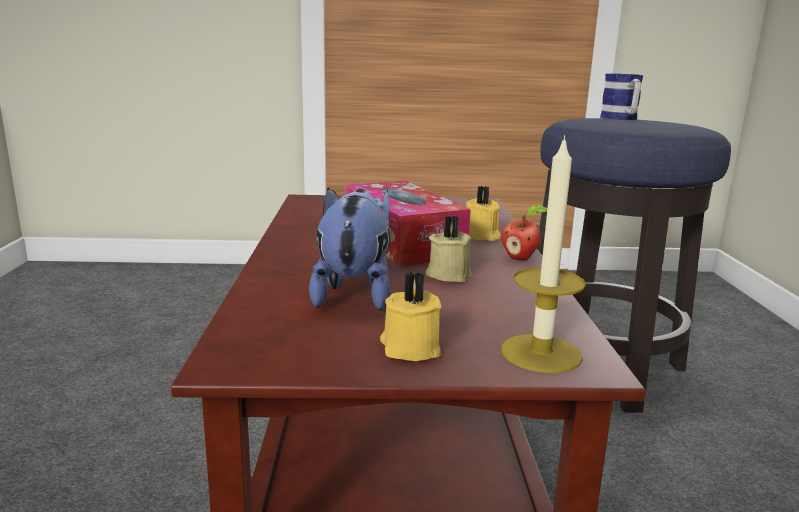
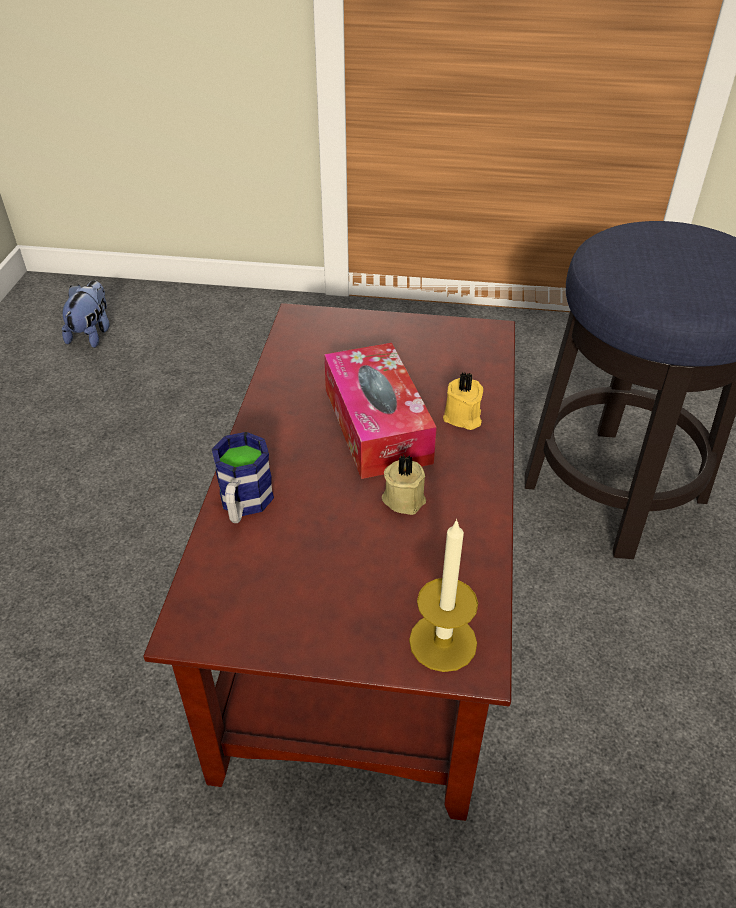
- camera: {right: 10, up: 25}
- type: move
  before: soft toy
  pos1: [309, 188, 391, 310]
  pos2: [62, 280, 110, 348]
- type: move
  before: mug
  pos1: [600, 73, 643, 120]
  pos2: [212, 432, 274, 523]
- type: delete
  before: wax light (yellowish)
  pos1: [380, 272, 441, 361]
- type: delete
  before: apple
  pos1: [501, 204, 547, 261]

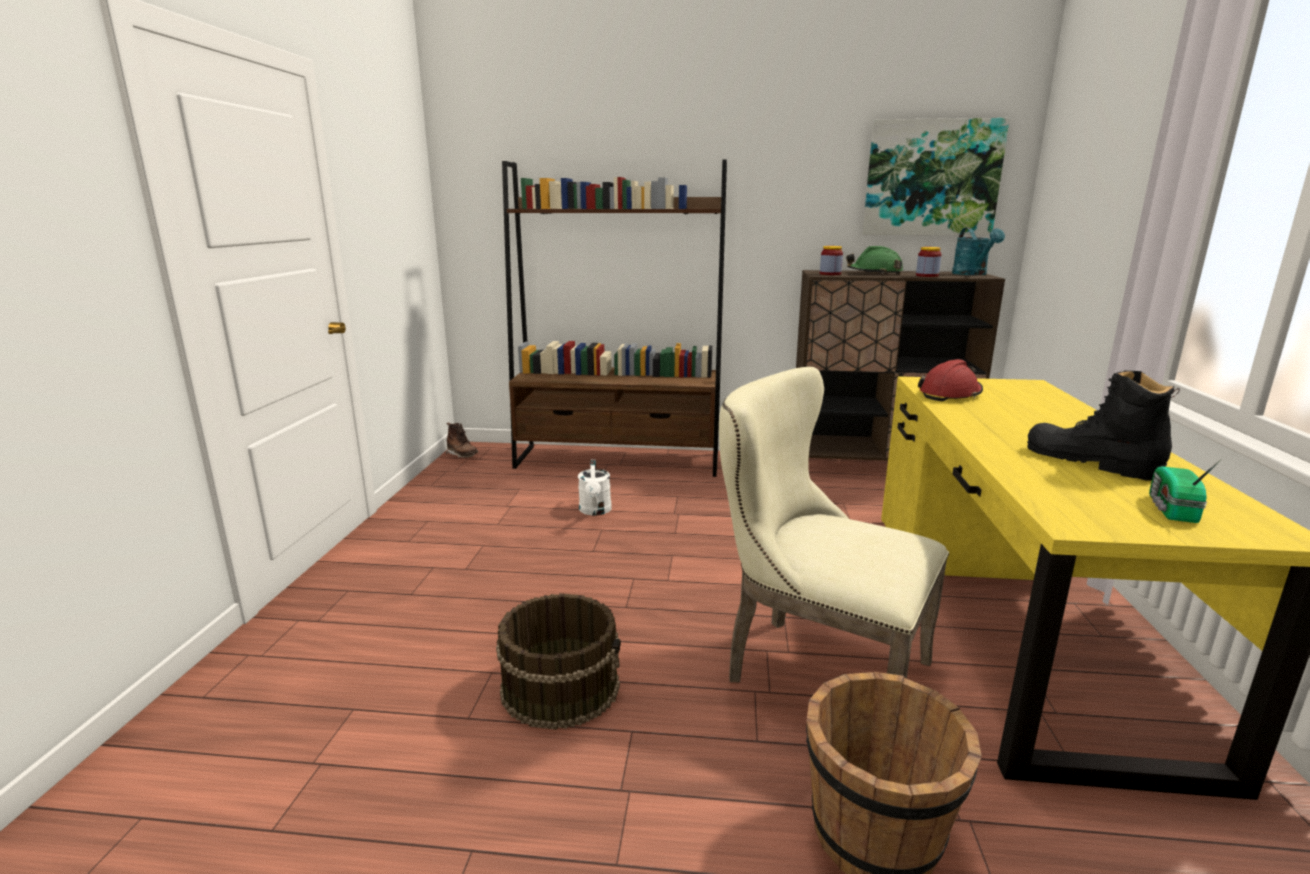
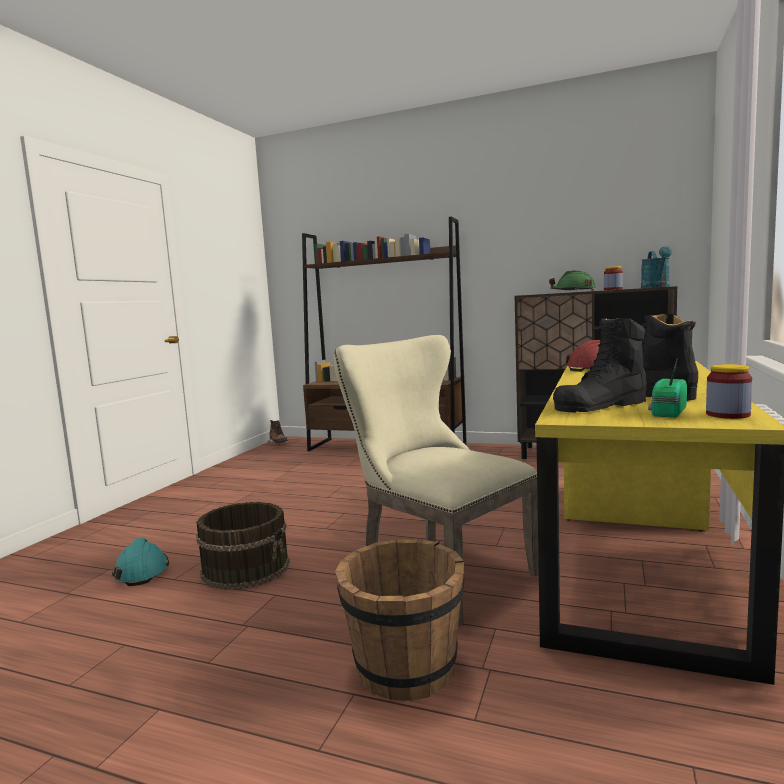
- camera: {right: 15, up: -10}
- type: insert
  after: safety helmet (turquoise-coloured)
  pos2: [112, 538, 169, 586]
- type: insert
  after: high-top boot (blackish)
  pos2: [553, 318, 647, 413]
- type: move
  before: preserve jar
  pos1: [820, 246, 843, 275]
  pos2: [706, 364, 752, 419]
- type: delete
  before: watering can (white)
  pos1: [578, 460, 612, 516]
- type: delete
  before: wall art
  pos1: [863, 118, 1010, 235]

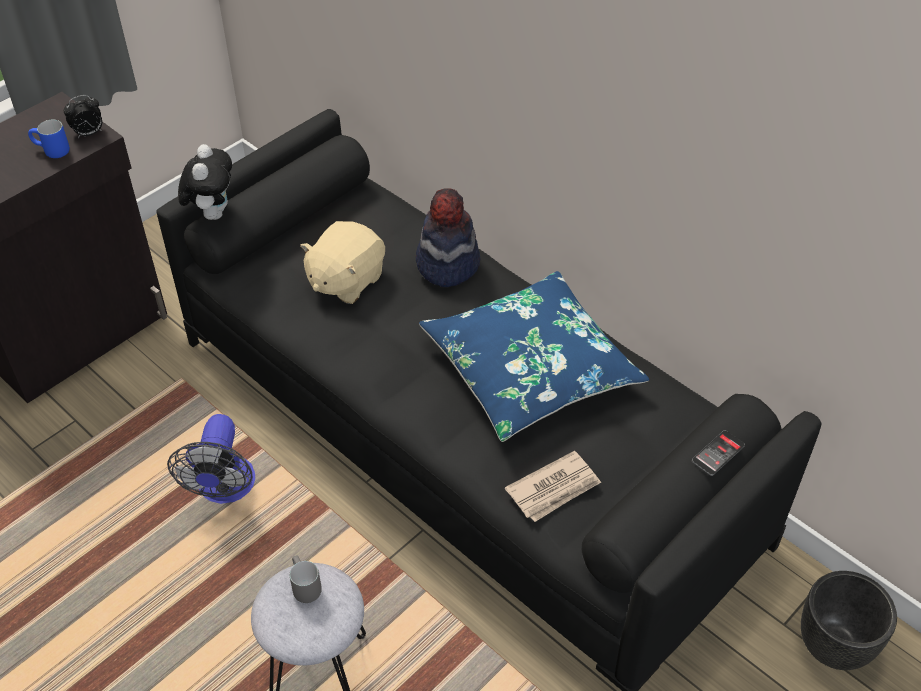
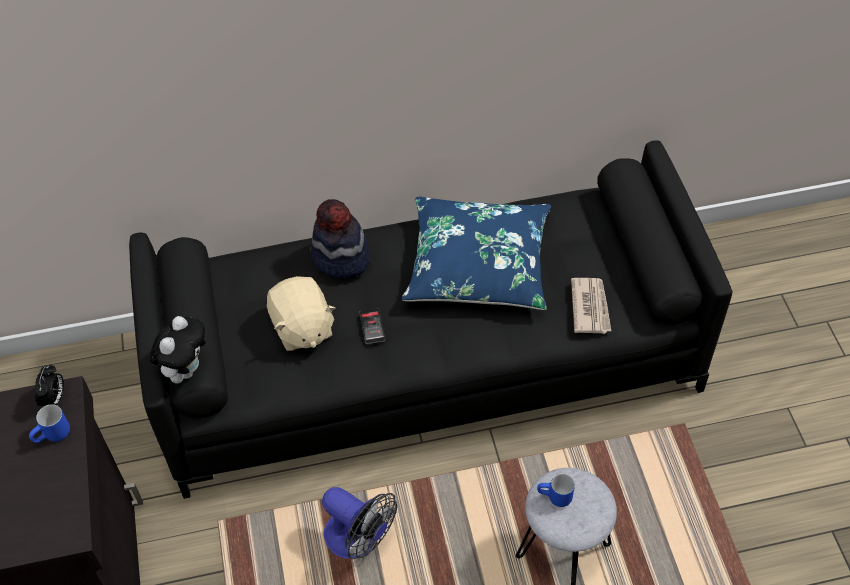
- camera: {right: -55, up: 5}
- type: rotate
  before: soft toy
  pos1: [178, 144, 232, 220]
  pos2: [150, 316, 205, 384]
  turn: 75
- type: move
  before: telephone
  pos1: [692, 430, 745, 476]
  pos2: [360, 308, 385, 344]
- type: recolor
  before: mug (grey)
  after: mug (blue)
  pos1: [290, 555, 322, 603]
  pos2: [537, 474, 575, 507]
- type: delete
  before: planter (blackish)
  pos1: [801, 571, 897, 670]

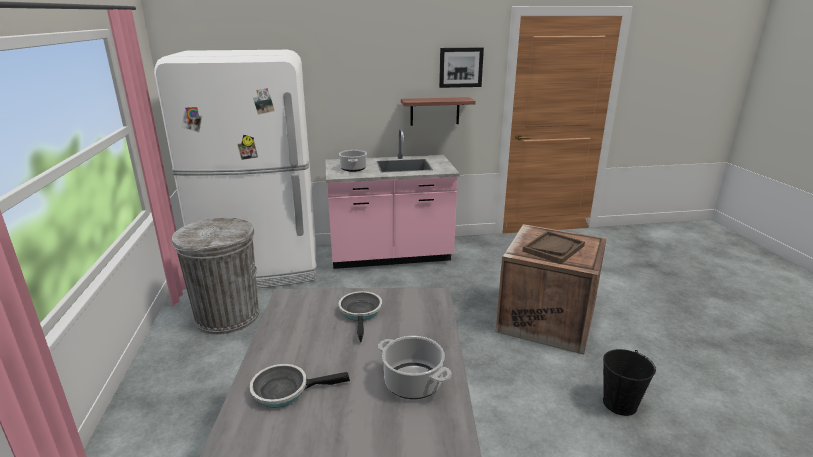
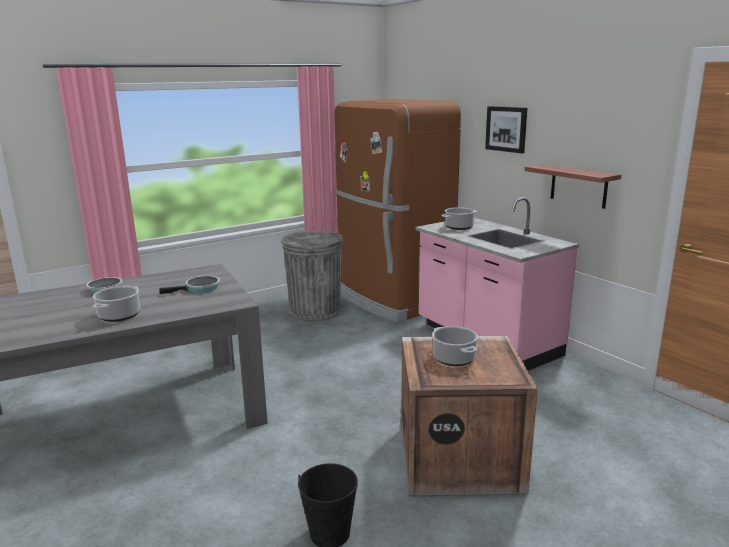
- camera: {right: 65, up: -5}
- type: recolor
  before: kitchen fridge (white)
  after: kitchen fridge (brownish)
  pos1: [154, 50, 317, 288]
  pos2: [334, 99, 461, 322]
- type: replace
  before: serving tray (brownish)
  after: saucepot
  pos1: [522, 231, 585, 264]
  pos2: [432, 326, 478, 366]
- type: move
  before: wall art
  pos1: [439, 47, 484, 88]
  pos2: [485, 106, 527, 154]

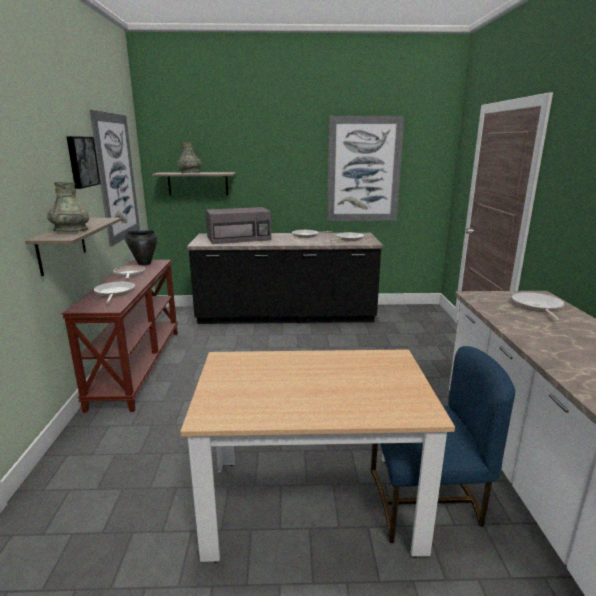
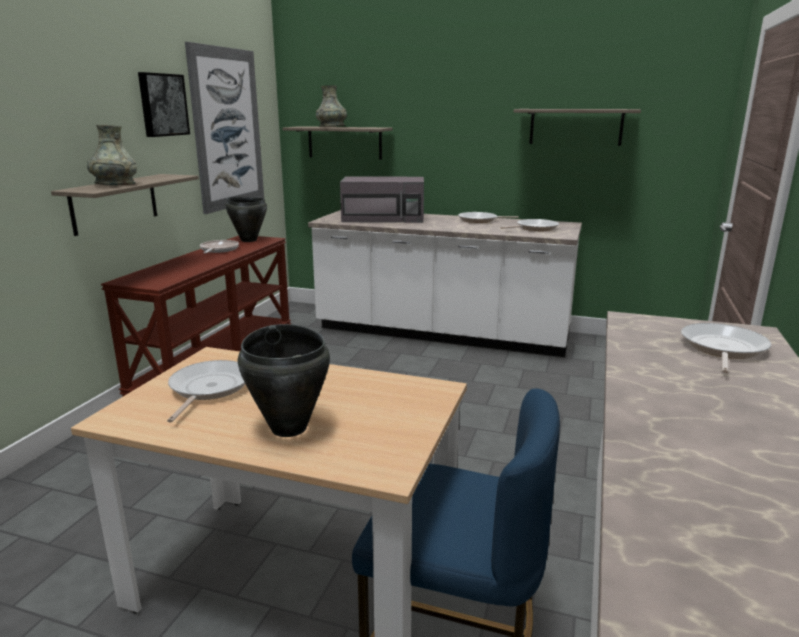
- camera: {right: 20, up: 0}
- type: move
  before: skillet
  pos1: [94, 281, 135, 303]
  pos2: [167, 360, 245, 423]
- type: insert
  after: saucepot (blackish)
  pos2: [238, 324, 330, 437]
- type: recolor
  before: kitchen base unit (blackish)
  after: kitchen base unit (white)
  pos1: [187, 233, 383, 324]
  pos2: [308, 210, 582, 357]
- type: replace
  before: wall art
  after: shelf
  pos1: [327, 116, 405, 221]
  pos2: [514, 109, 641, 146]

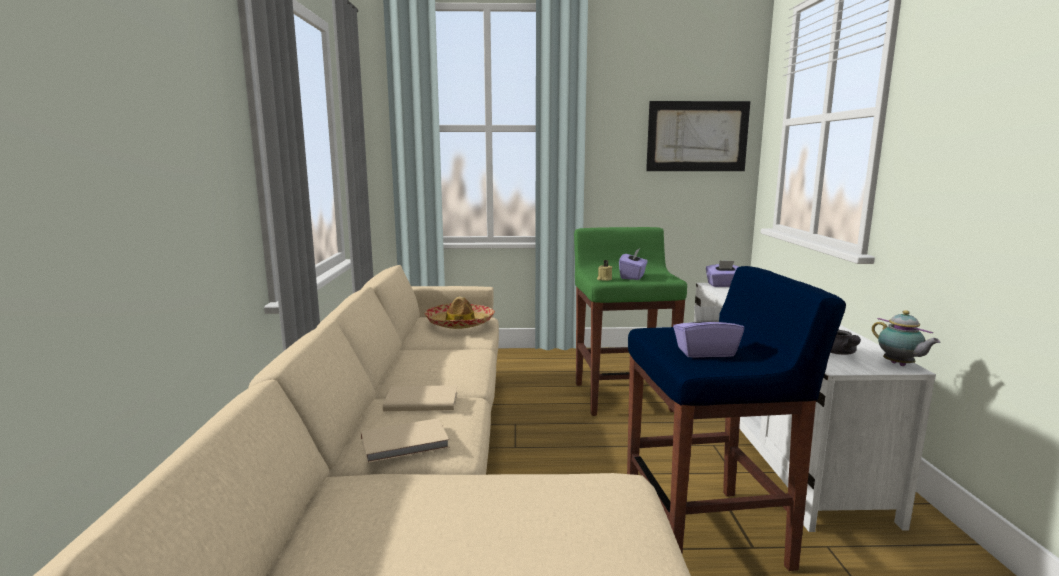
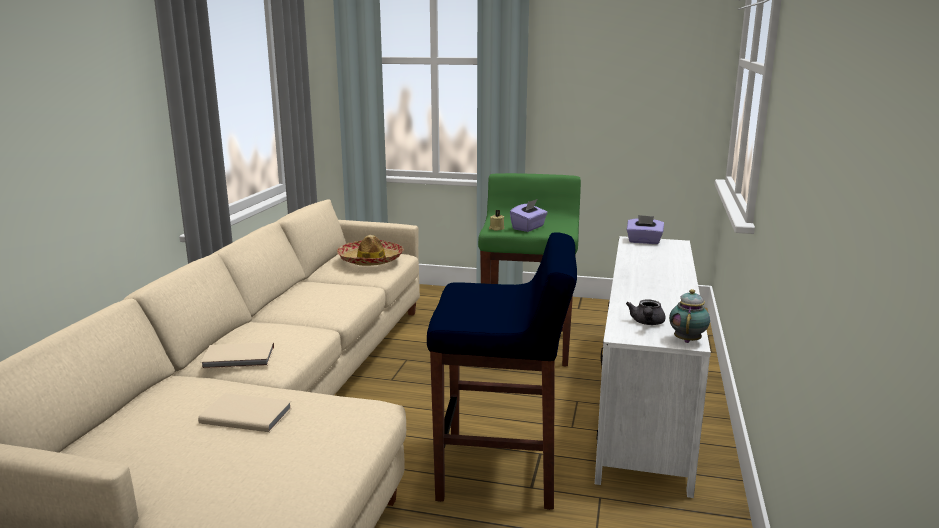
- camera: {right: 15, up: 5}
- type: move
  before: book (beige-coloured)
  pos1: [383, 385, 458, 411]
  pos2: [198, 393, 292, 432]
- type: rotate
  before: pot for tea
  pos1: [872, 310, 940, 366]
  pos2: [669, 289, 710, 343]
  turn: -150
- type: delete
  before: wall art
  pos1: [646, 101, 750, 171]
- type: delete
  before: box of tissues (purplish)
  pos1: [673, 306, 744, 358]

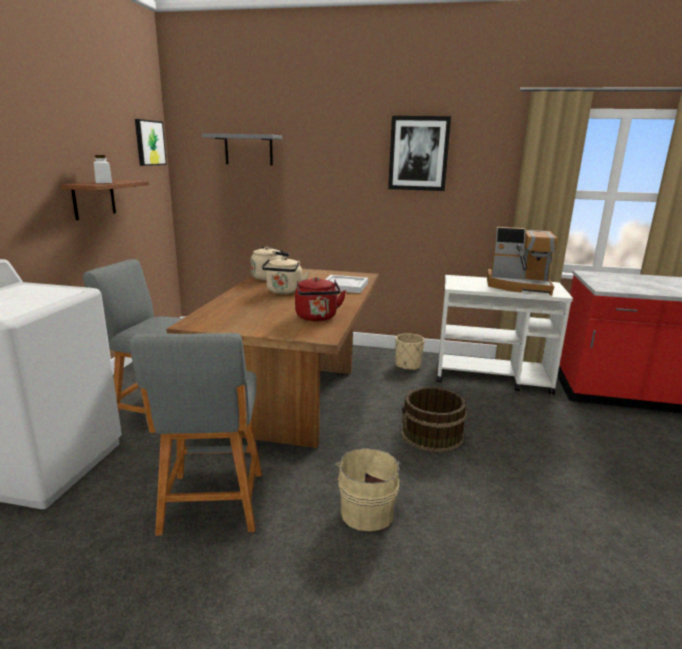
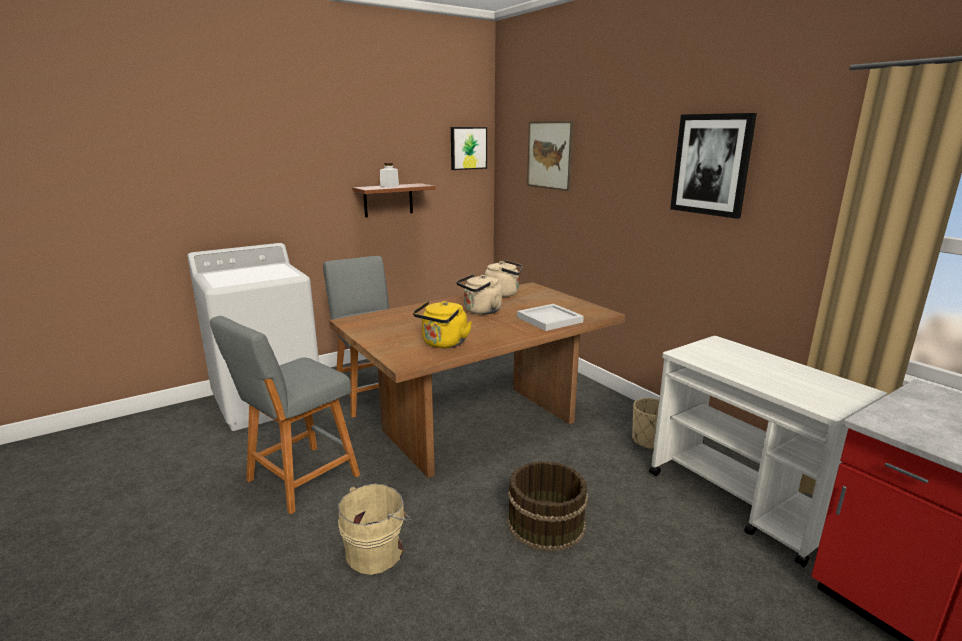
- camera: {right: 45, up: 0}
- type: recolor
  before: kettle (red)
  after: kettle (yellowish)
  pos1: [295, 277, 346, 321]
  pos2: [413, 301, 472, 348]
- type: replace
  before: shelf (grey)
  after: wall art
  pos1: [202, 133, 282, 165]
  pos2: [527, 121, 573, 191]
- type: delete
  before: coffee maker
  pos1: [487, 227, 557, 296]

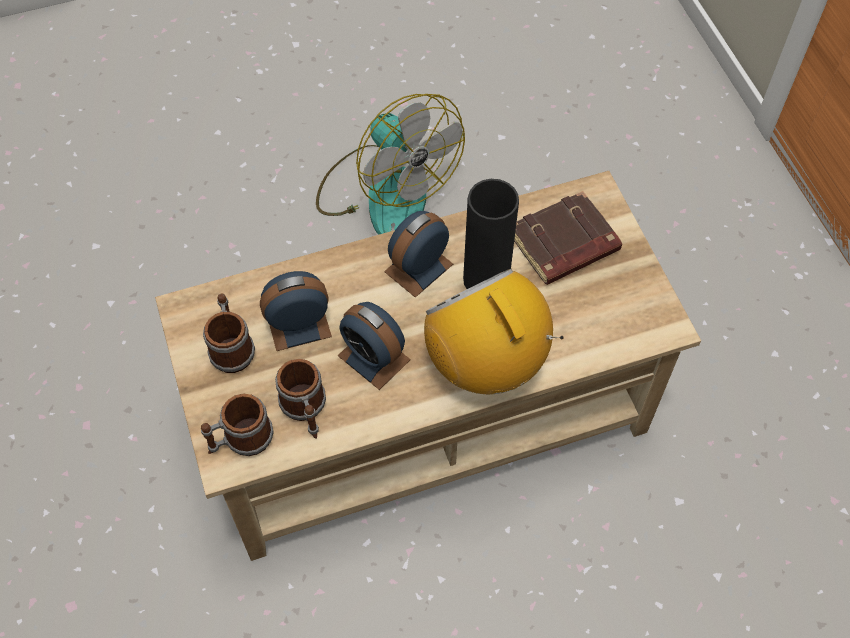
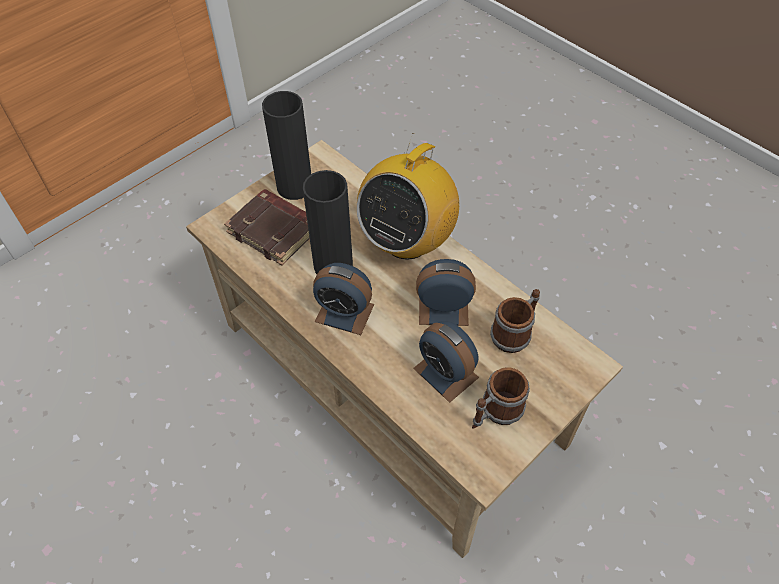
- camera: {right: -115, up: -5}
- type: insert
  after: vase (blackish)
  pos2: [262, 91, 311, 200]
- type: rotate
  before: alarm clock
  pos1: [338, 302, 411, 390]
  pos2: [416, 259, 476, 326]
  turn: -105
- type: delete
  before: mug
  pos1: [201, 394, 274, 456]
- type: delete
  before: fan
  pos1: [316, 94, 465, 235]

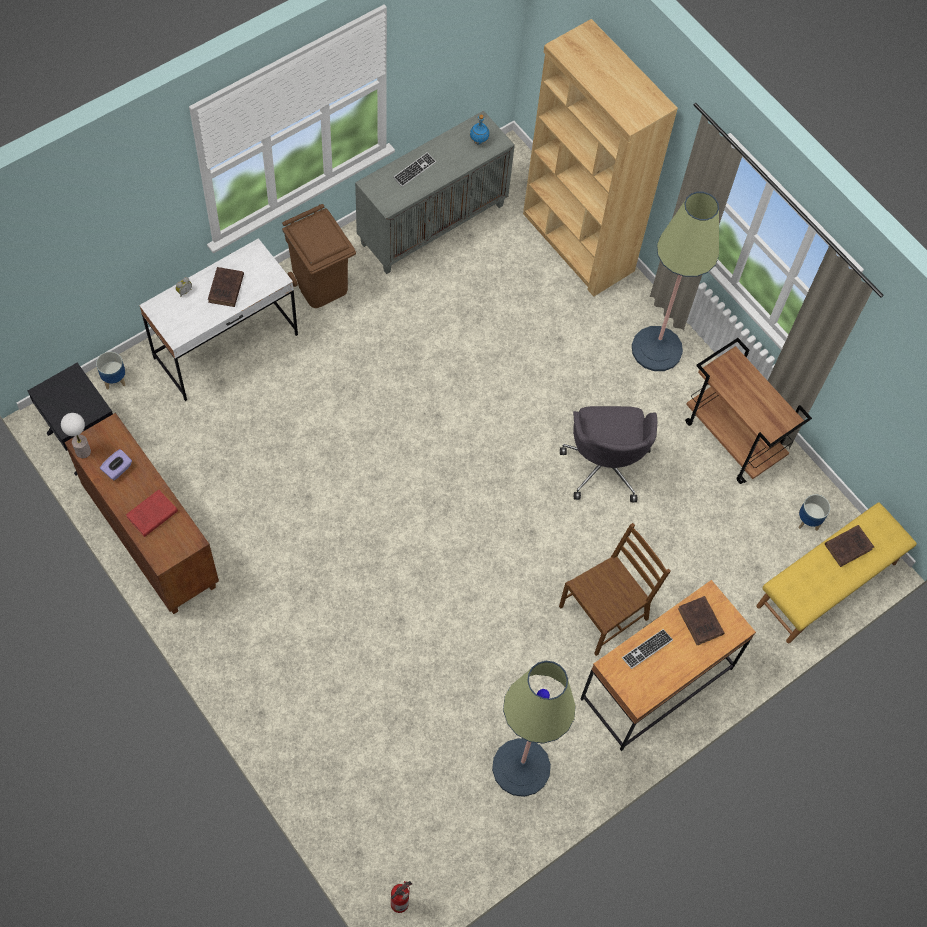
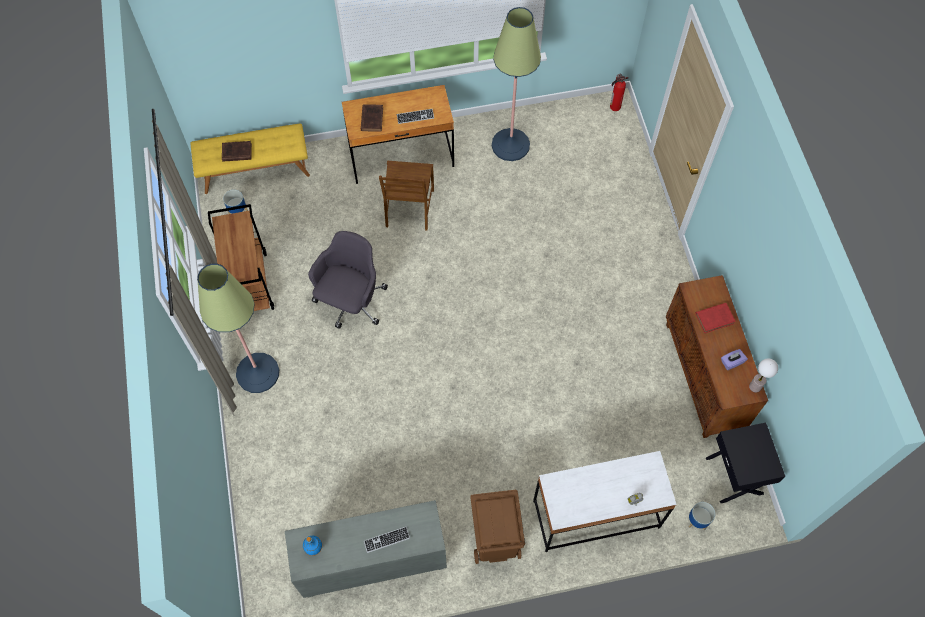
- camera: {right: -150, up: 0}
- type: rotate
  before: chair (brownish)
  pos1: [559, 523, 671, 656]
  pos2: [379, 161, 434, 231]
  turn: -75
- type: delete
  before: book (brownish)
  pos1: [208, 267, 244, 307]
- type: delete
  before: shelving unit (brownish)
  pos1: [523, 19, 678, 297]

